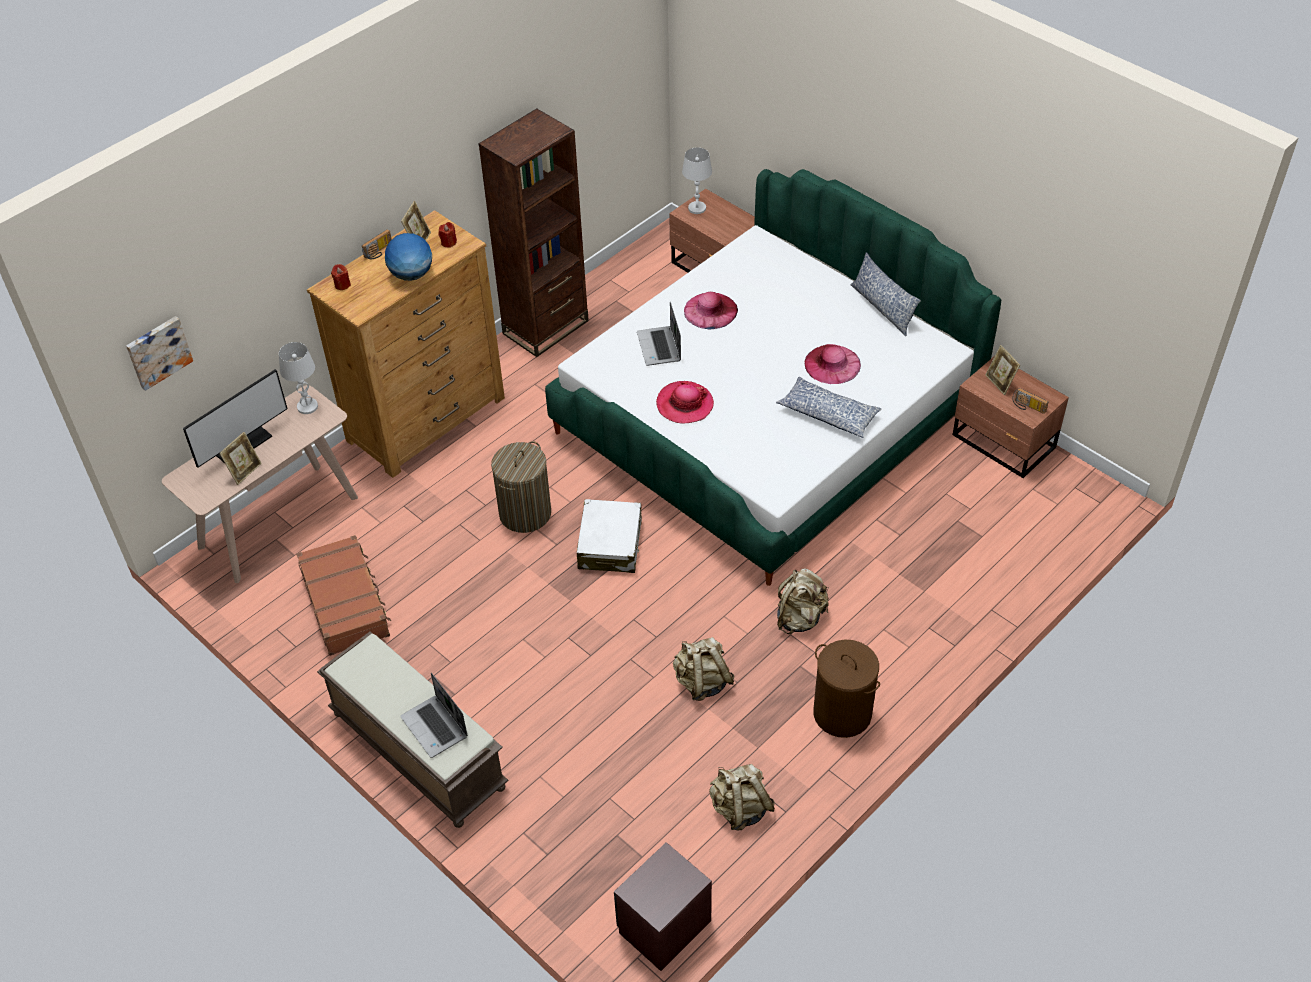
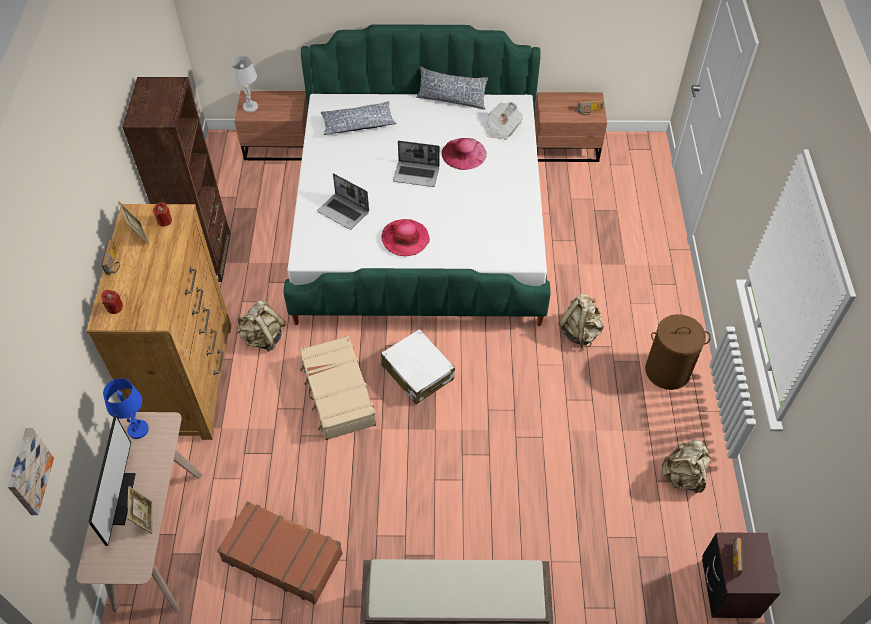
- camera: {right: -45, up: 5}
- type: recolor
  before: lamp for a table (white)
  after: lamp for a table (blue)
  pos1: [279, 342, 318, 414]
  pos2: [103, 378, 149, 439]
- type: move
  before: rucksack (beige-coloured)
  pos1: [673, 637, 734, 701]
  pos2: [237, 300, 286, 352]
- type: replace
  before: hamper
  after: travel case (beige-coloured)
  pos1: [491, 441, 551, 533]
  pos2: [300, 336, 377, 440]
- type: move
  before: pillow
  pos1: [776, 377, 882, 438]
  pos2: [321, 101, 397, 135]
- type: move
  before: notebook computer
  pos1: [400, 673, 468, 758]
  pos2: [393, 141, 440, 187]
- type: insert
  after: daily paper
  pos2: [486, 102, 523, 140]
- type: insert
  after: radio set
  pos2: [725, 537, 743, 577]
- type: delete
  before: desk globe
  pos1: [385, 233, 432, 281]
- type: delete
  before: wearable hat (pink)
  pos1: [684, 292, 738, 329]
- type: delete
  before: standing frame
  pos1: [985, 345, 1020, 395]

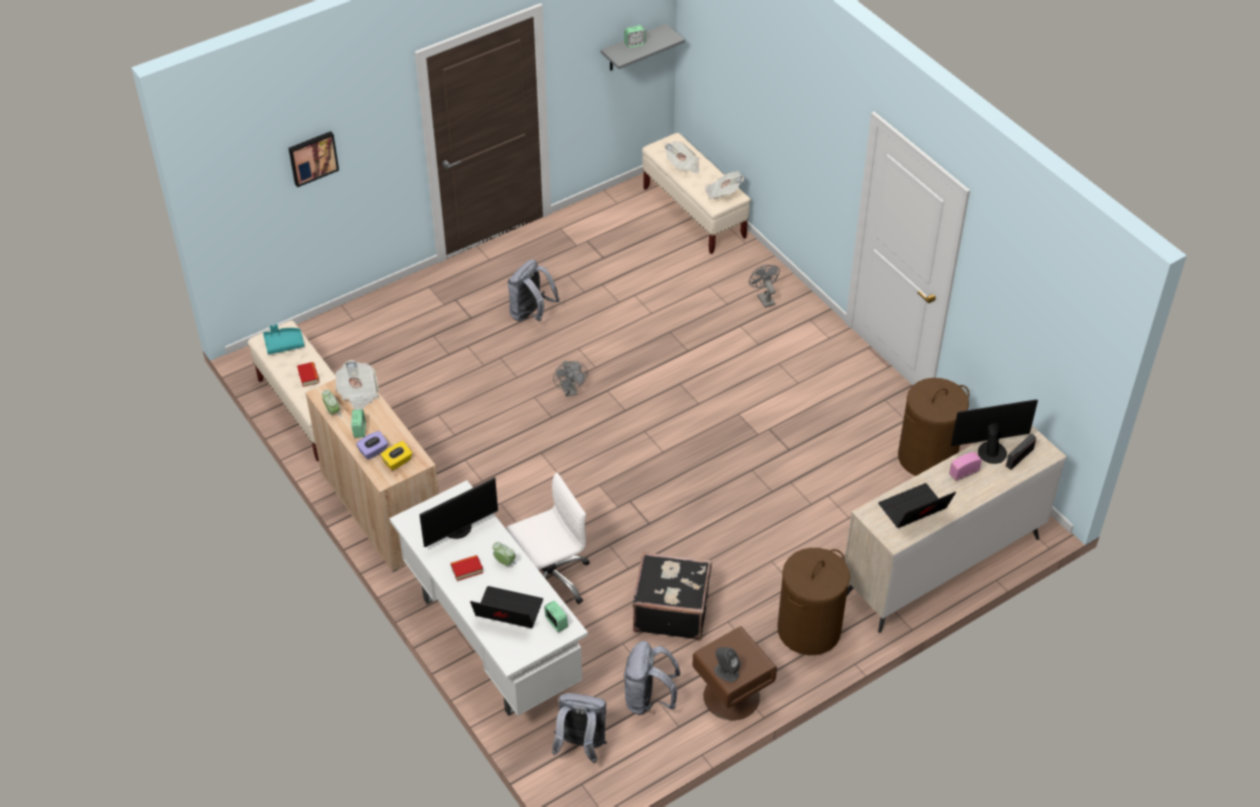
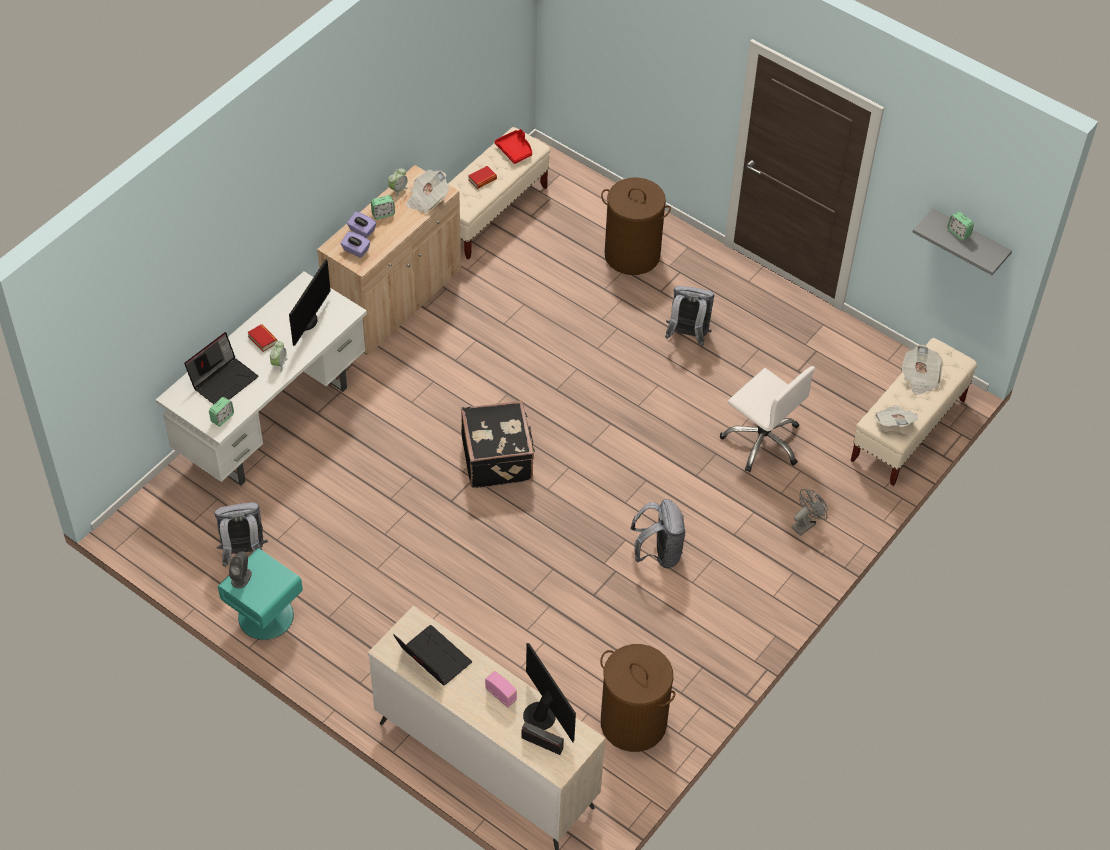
- camera: {right: 70, up: 5}
- type: rotate
  before: notebook computer
  pos1: [470, 586, 543, 628]
  pos2: [184, 332, 259, 404]
  turn: 45
- type: recolor
  before: nightstand (brownish)
  after: nightstand (turquoise-coloured)
  pos1: [692, 626, 777, 720]
  pos2: [218, 548, 303, 640]
- type: rotate
  before: monitor
  pos1: [419, 477, 498, 547]
  pos2: [289, 259, 331, 346]
  turn: -105
- type: recolor
  before: box of tissues (yellowish)
  after: box of tissues (purplish)
  pos1: [380, 441, 413, 470]
  pos2: [340, 231, 370, 258]
- type: move
  before: travel case (blackish)
  pos1: [632, 552, 712, 640]
  pos2: [461, 401, 535, 488]
- type: recolor
  before: serving tray (turquoise-coloured)
  after: serving tray (red)
  pos1: [263, 324, 305, 354]
  pos2: [495, 129, 532, 164]
- type: move
  before: hamper (brownish)
  pos1: [777, 548, 850, 655]
  pos2: [601, 177, 671, 275]
- type: move
  before: rucksack (grey)
  pos1: [552, 693, 607, 764]
  pos2: [630, 499, 685, 568]
- type: move
  before: office chair (white)
  pos1: [506, 473, 590, 604]
  pos2: [720, 366, 815, 472]
- type: delete
  before: wall art
  pos1: [288, 131, 339, 187]
- type: delete
  before: fan (grey)
  pos1: [553, 361, 588, 397]

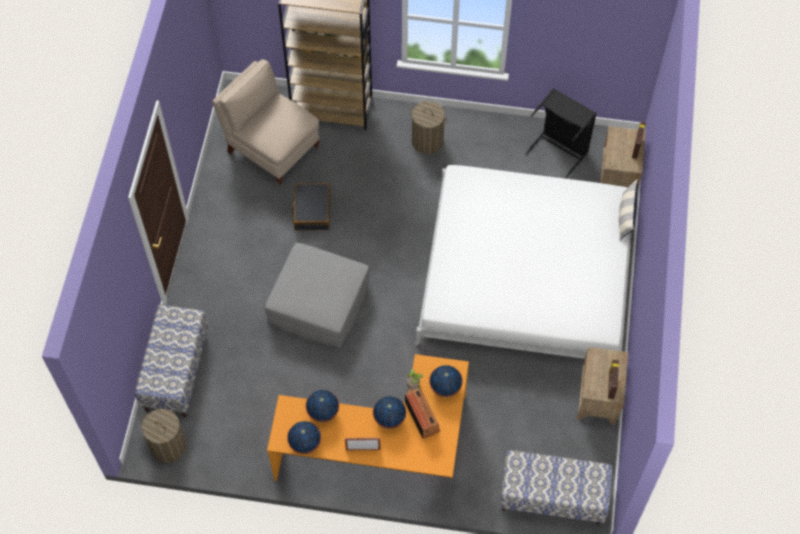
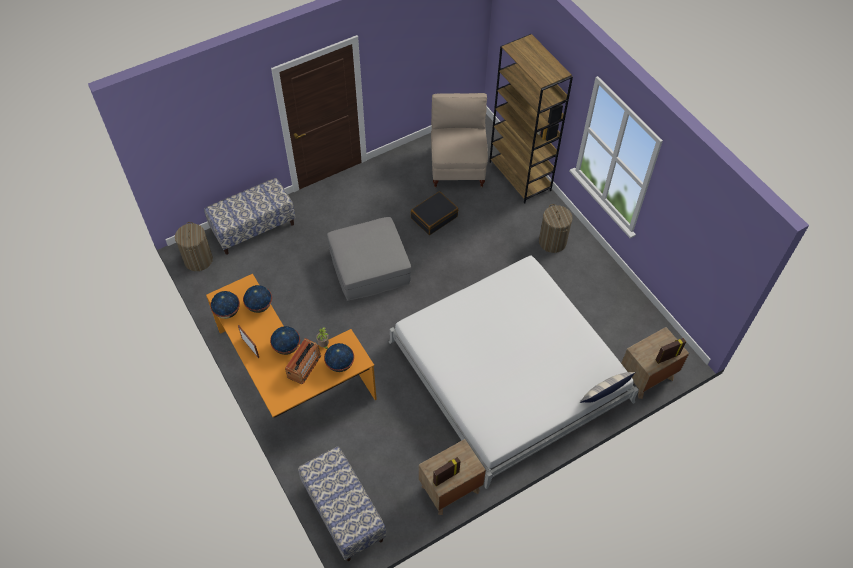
- camera: {right: 50, up: -5}
- type: delete
  before: hamper (blackish)
  pos1: [525, 88, 597, 179]

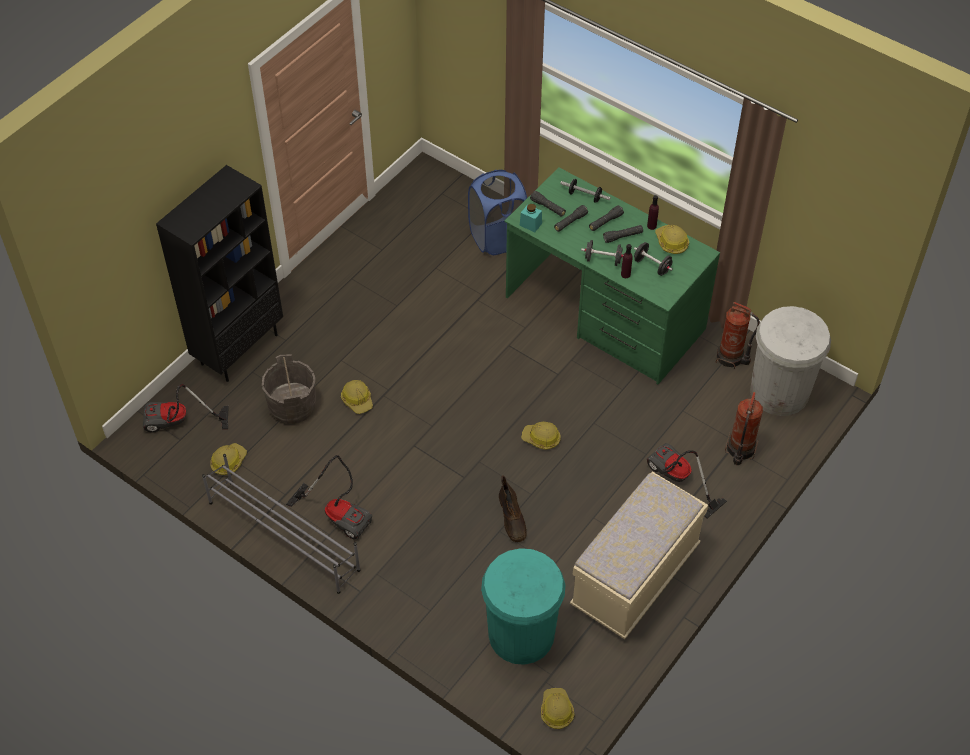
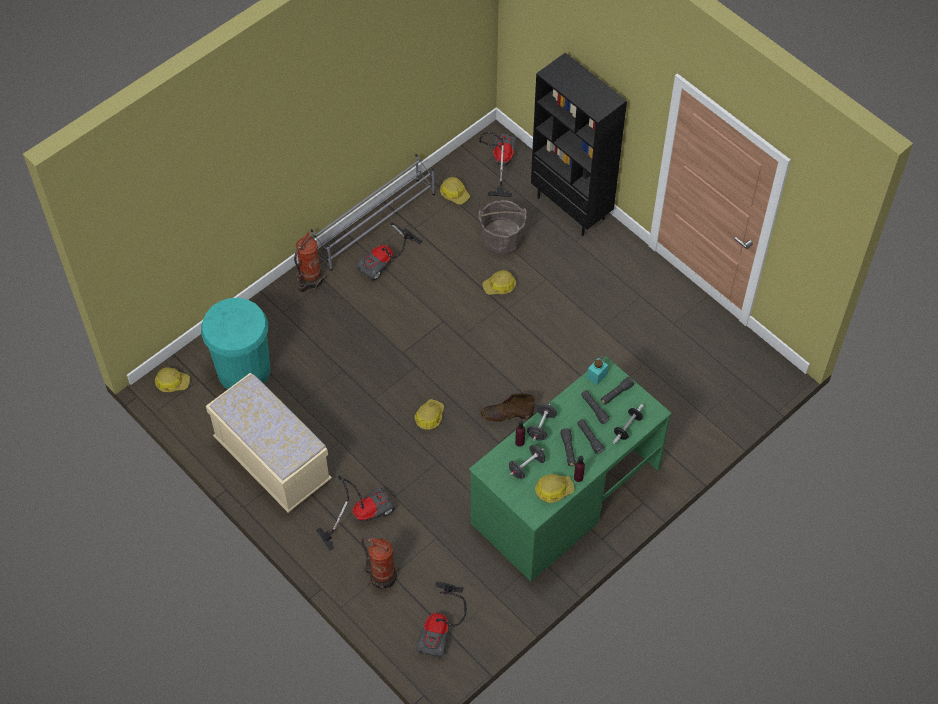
- camera: {right: 100, up: 5}
- type: move
  before: fire extinguisher
  pos1: [716, 302, 760, 369]
  pos2: [294, 232, 327, 292]
- type: replace
  before: waste bin (white)
  after: vacuum
  pos1: [750, 306, 831, 416]
  pos2: [416, 581, 467, 659]
- type: move
  before: high-top boot (brownish)
  pos1: [499, 475, 527, 542]
  pos2: [481, 393, 535, 422]
- type: delete
  before: hamper (blue)
  pos1: [468, 170, 527, 255]

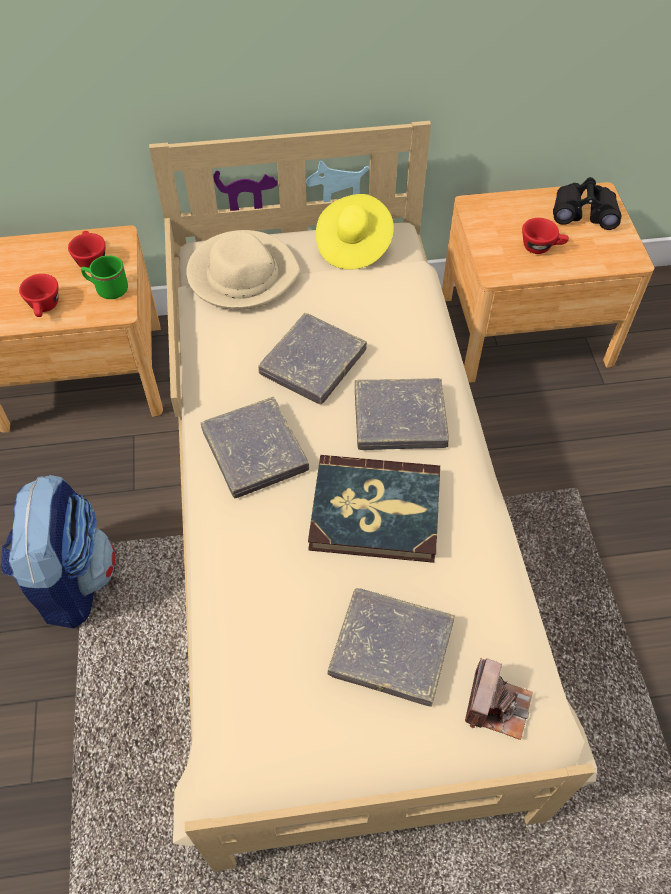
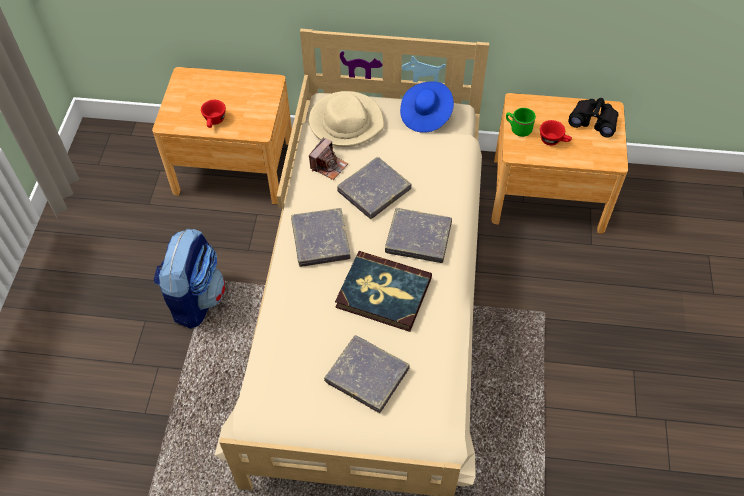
- camera: {right: 15, up: 0}
- type: move
  before: still camera
  pos1: [465, 657, 533, 740]
  pos2: [309, 137, 348, 180]
- type: recolor
  before: wearable hat (yellowish)
  after: wearable hat (blue)
  pos1: [316, 194, 394, 270]
  pos2: [400, 81, 454, 133]
- type: move
  before: mug (green)
  pos1: [81, 255, 128, 299]
  pos2: [506, 108, 536, 137]
- type: delete
  before: cup (red)
  pos1: [68, 231, 106, 268]

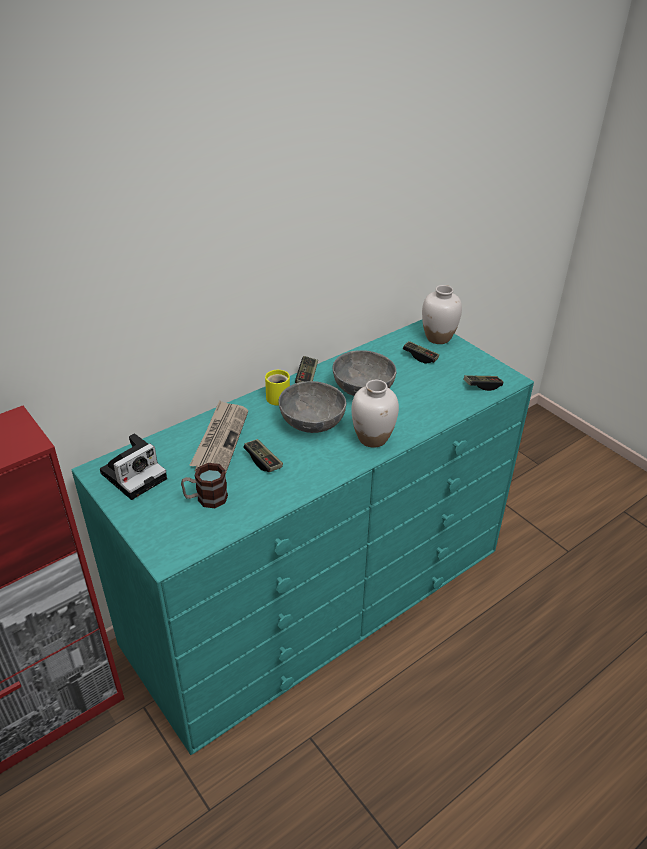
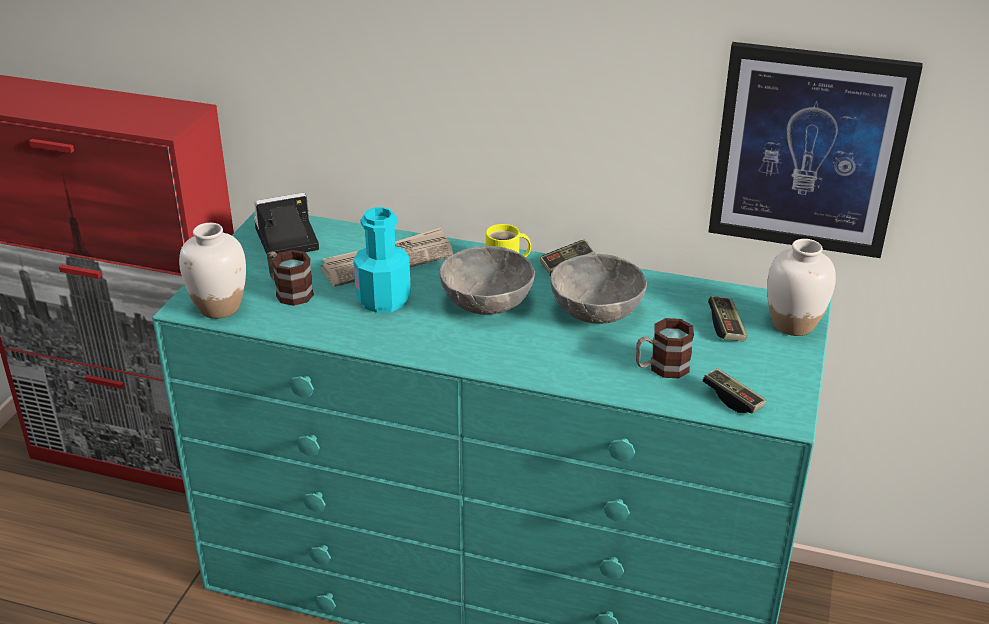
- camera: {right: 55, up: -5}
- type: move
  before: vase (white)
  pos1: [351, 380, 399, 448]
  pos2: [179, 223, 246, 319]
- type: rotate
  before: still camera
  pos1: [100, 433, 167, 500]
  pos2: [254, 193, 319, 258]
  turn: 150
- type: replace
  before: gamepad
  after: bottle (turquoise-coloured)
  pos1: [243, 439, 283, 472]
  pos2: [353, 207, 411, 313]
- type: insert
  after: mug
  pos2: [636, 318, 694, 378]
- type: insert
  after: wall art
  pos2: [708, 42, 923, 258]

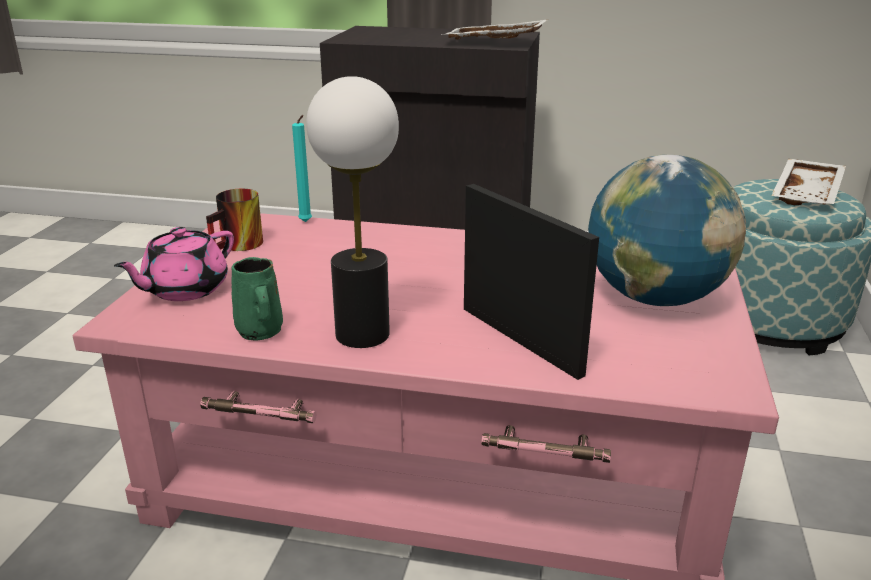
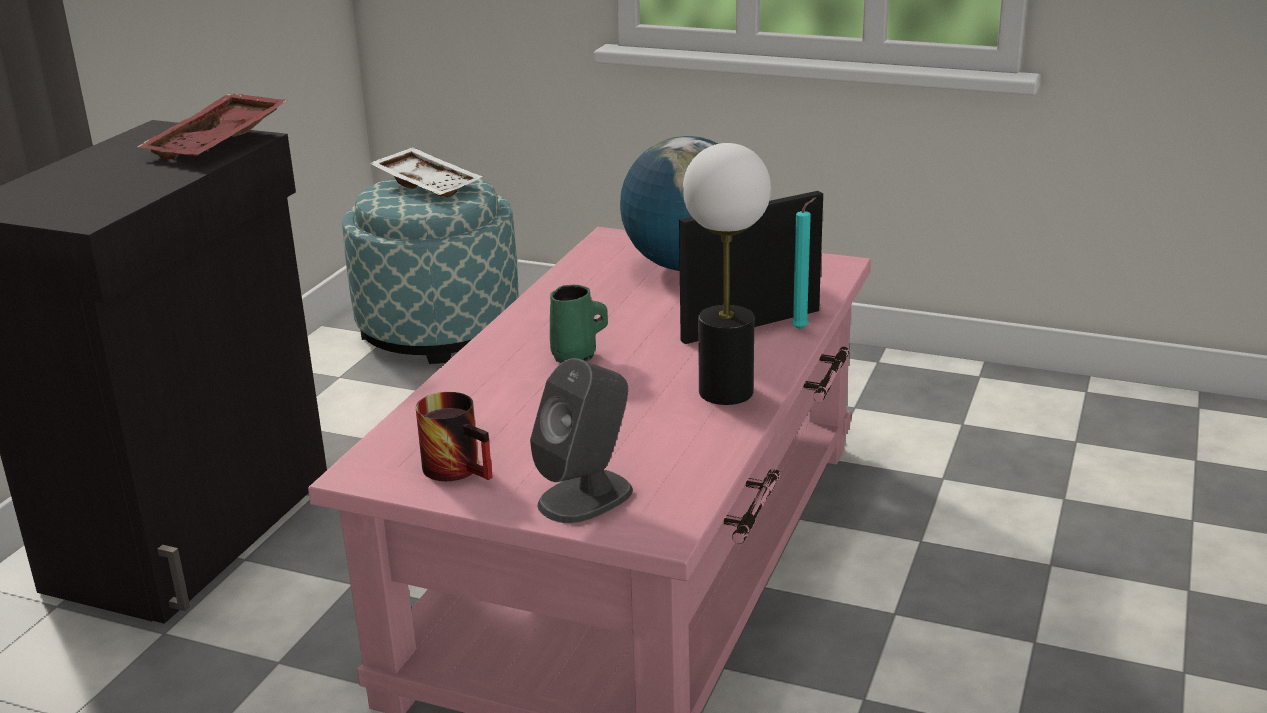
- camera: {right: -80, up: 0}
- type: recolor
  before: serving tray (white)
  after: serving tray (red)
  pos1: [441, 19, 549, 40]
  pos2: [138, 93, 288, 160]
- type: replace
  before: pot for tea (pink)
  after: audio speaker (grey)
  pos1: [114, 227, 234, 301]
  pos2: [530, 358, 633, 523]
- type: move
  before: mug (green)
  pos1: [231, 257, 283, 341]
  pos2: [550, 285, 608, 363]
- type: move
  before: wax light (turquoise-coloured)
  pos1: [292, 115, 312, 222]
  pos2: [791, 197, 817, 329]

